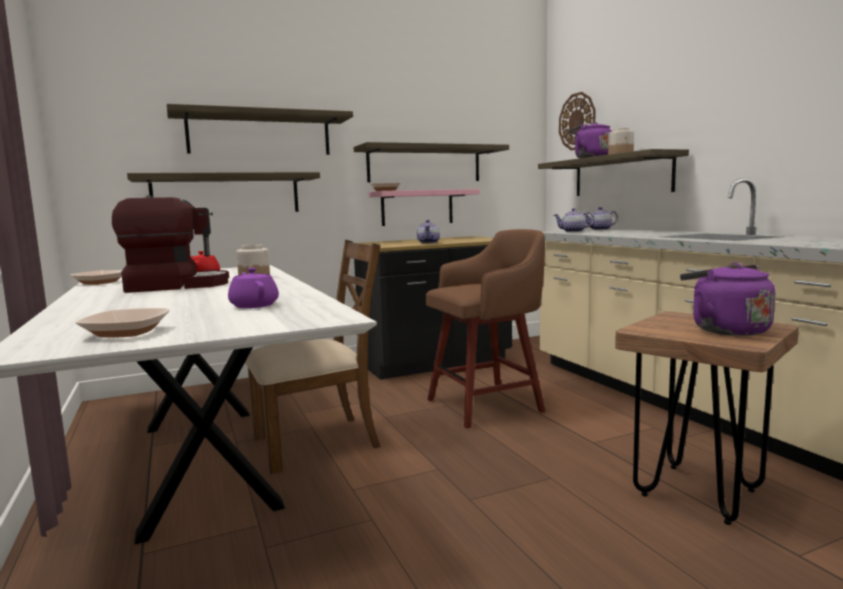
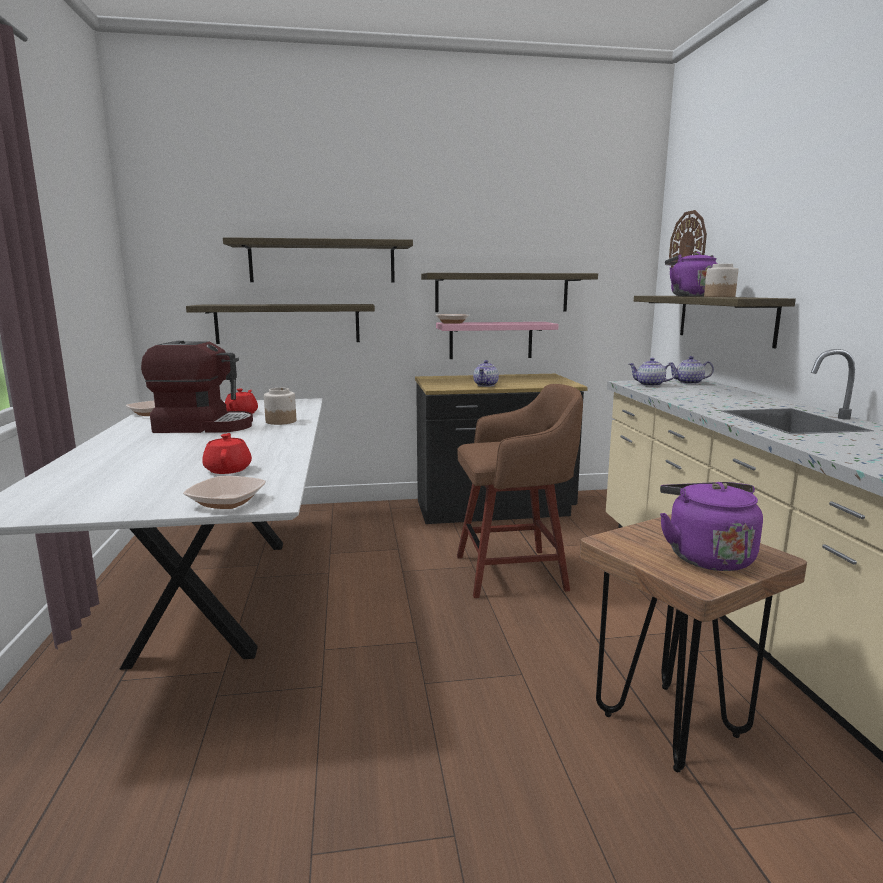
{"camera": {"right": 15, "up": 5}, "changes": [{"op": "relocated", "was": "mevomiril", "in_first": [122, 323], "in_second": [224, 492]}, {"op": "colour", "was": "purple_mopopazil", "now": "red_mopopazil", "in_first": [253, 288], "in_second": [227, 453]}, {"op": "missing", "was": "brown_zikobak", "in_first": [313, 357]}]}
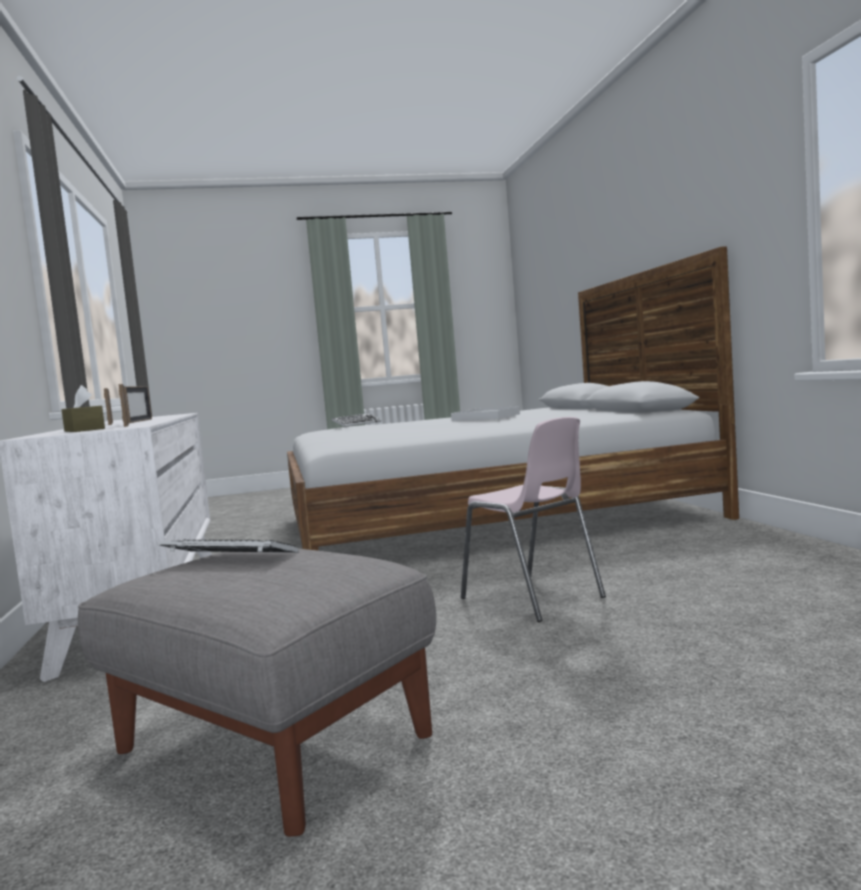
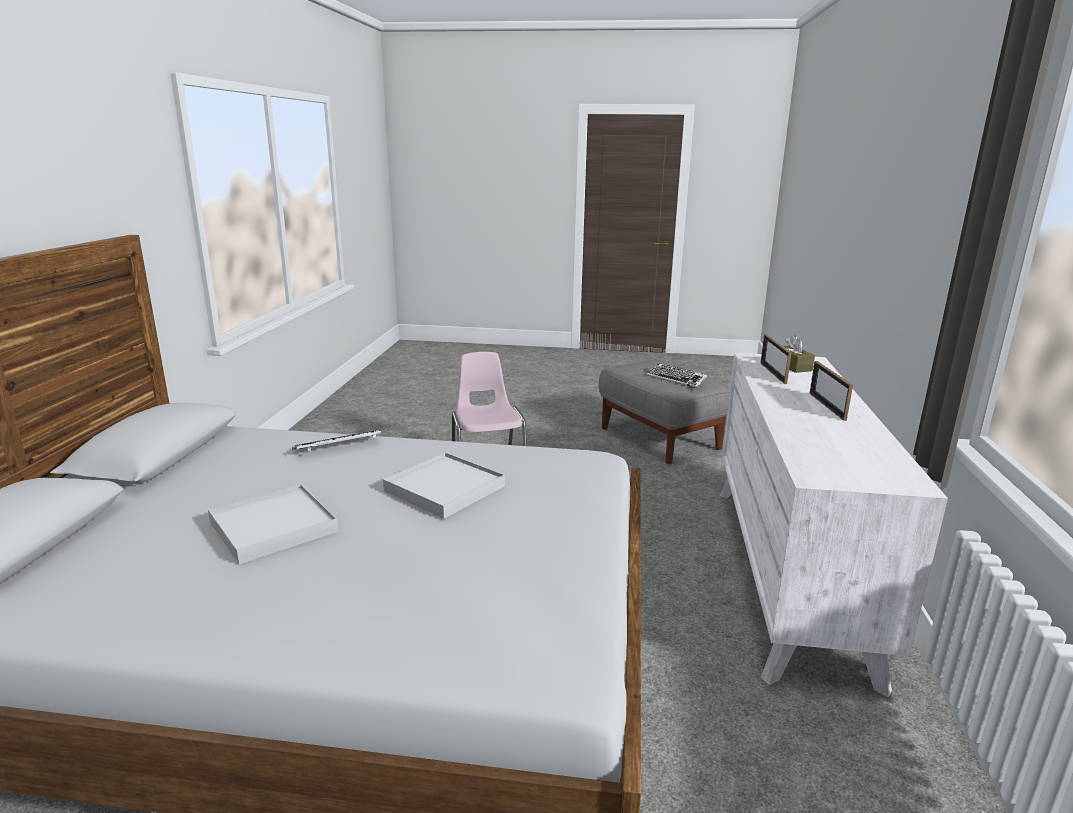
{"camera": {"right": -160, "up": 15}, "changes": [{"op": "relocated", "was": "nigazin", "in_first": [356, 420], "in_second": [337, 440]}, {"op": "appeared", "now": "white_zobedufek", "in_second": [444, 485]}, {"op": "missing", "was": "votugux", "in_first": [138, 404]}]}
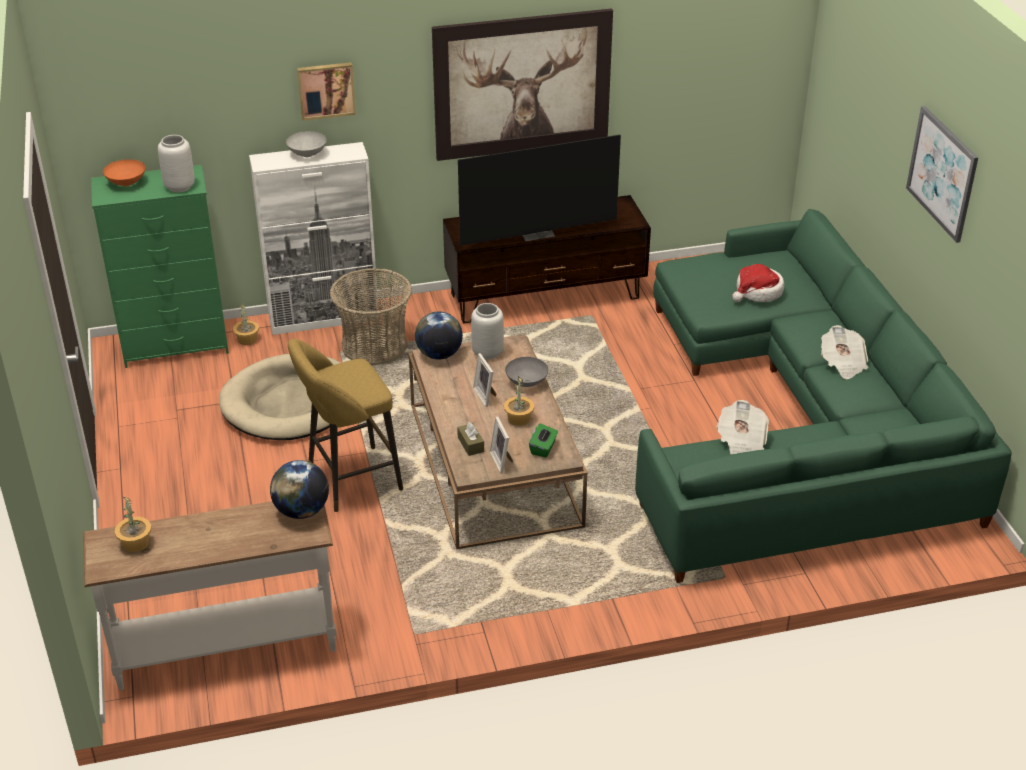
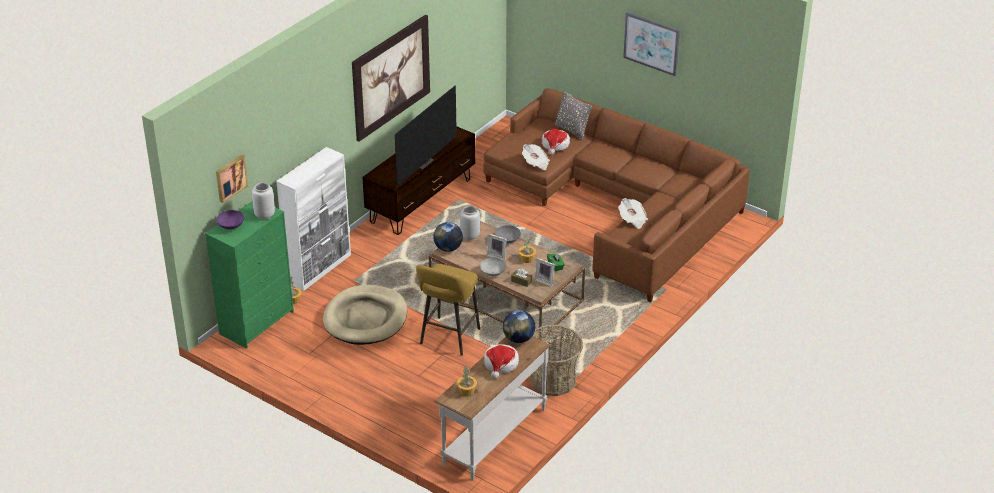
{"camera": {"right": -40, "up": 0}, "changes": [{"op": "relocated", "was": "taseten", "in_first": [326, 91], "in_second": [232, 179]}, {"op": "colour", "was": "orange_mevomiril", "now": "purple_mevomiril", "in_first": [124, 172], "in_second": [230, 220]}, {"op": "relocated", "was": "grey_mevomiril", "in_first": [306, 144], "in_second": [493, 267]}, {"op": "colour", "was": "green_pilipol", "now": "brown_pilipol", "in_first": [823, 396], "in_second": [616, 195]}, {"op": "appeared", "now": "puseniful", "in_second": [501, 361]}, {"op": "relocated", "was": "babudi", "in_first": [844, 352], "in_second": [536, 157]}, {"op": "relocated", "was": "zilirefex", "in_first": [371, 317], "in_second": [556, 360]}, {"op": "appeared", "now": "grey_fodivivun", "in_second": [573, 115]}]}
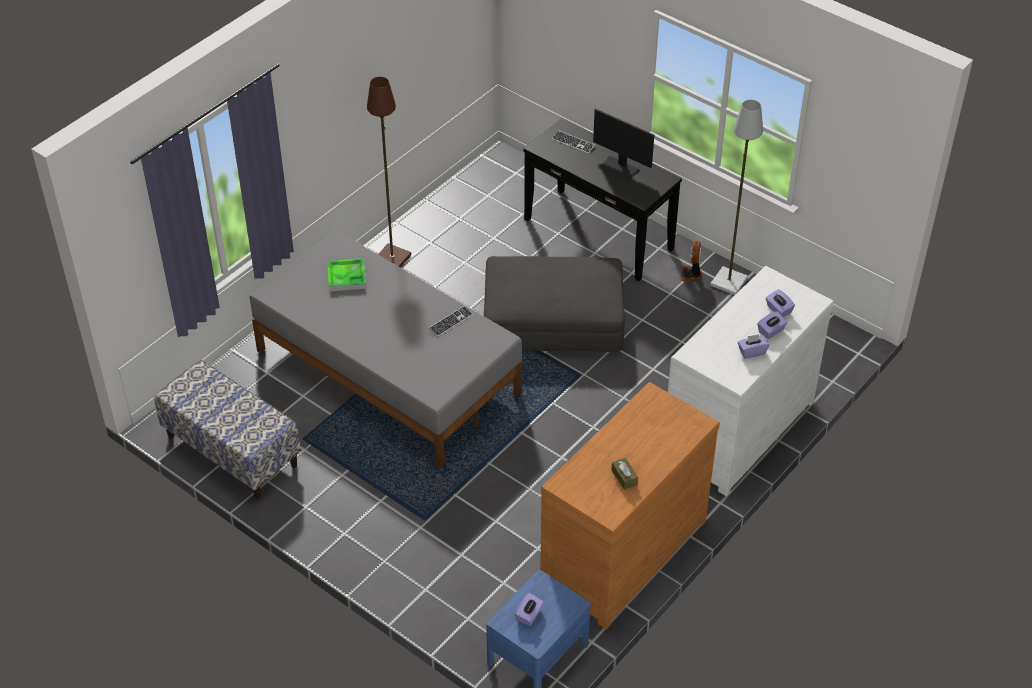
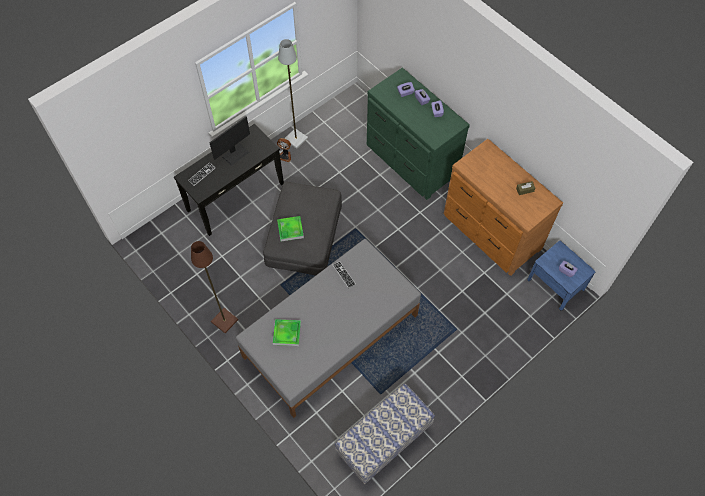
{"camera": {"right": -80, "up": 15}, "changes": [{"op": "appeared", "now": "zobedufek", "in_second": [290, 228]}, {"op": "colour", "was": "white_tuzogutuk", "now": "green_tuzogutuk", "in_first": [751, 381], "in_second": [418, 134]}]}
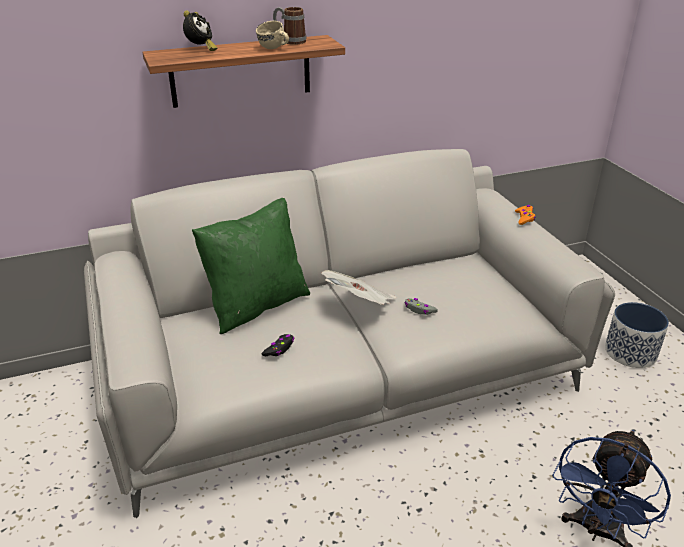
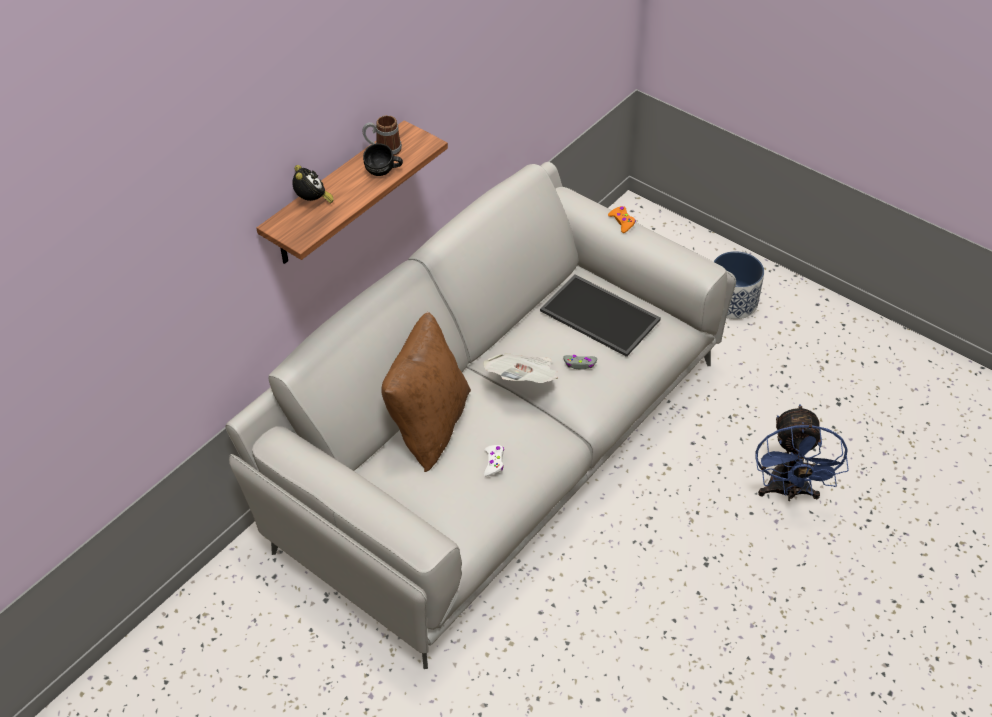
{"camera": {"right": -30, "up": 15}, "changes": [{"op": "colour", "was": "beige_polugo", "now": "black_polugo", "in_first": [272, 35], "in_second": [383, 159]}, {"op": "colour", "was": "green_fodivivun", "now": "brown_fodivivun", "in_first": [251, 266], "in_second": [426, 392]}, {"op": "colour", "was": "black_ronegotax", "now": "white_ronegotax", "in_first": [278, 345], "in_second": [494, 461]}, {"op": "appeared", "now": "zobedufek", "in_second": [600, 316]}]}
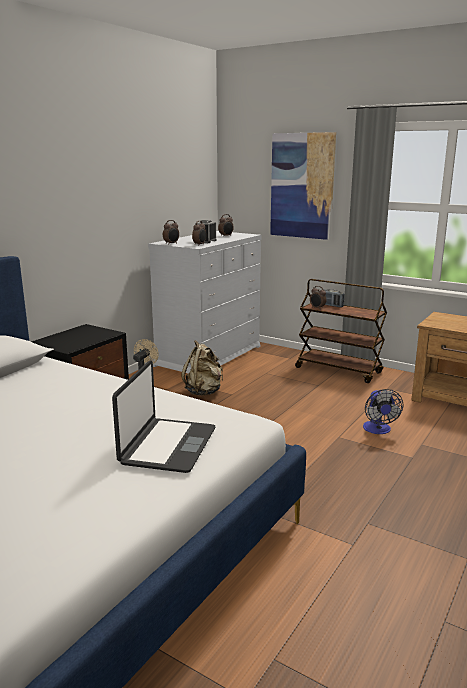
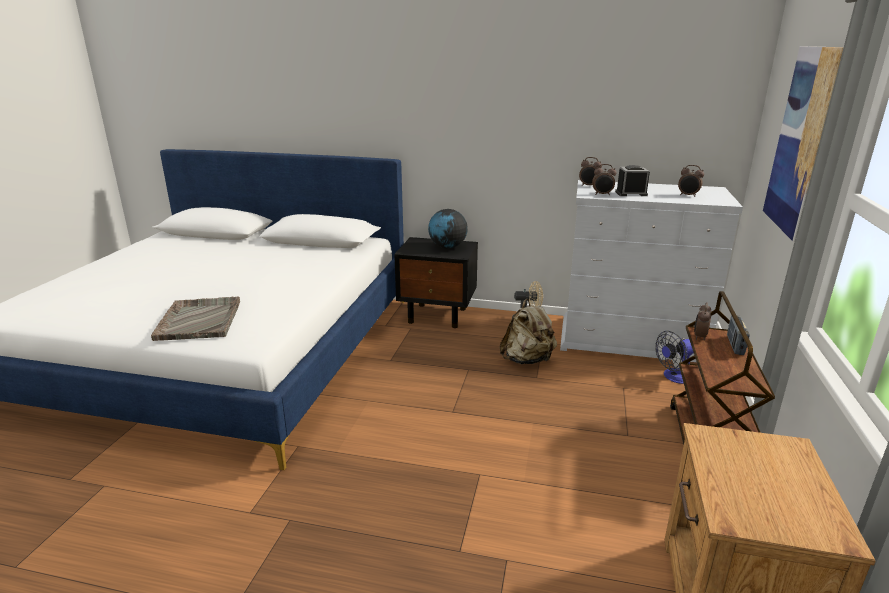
{"camera": {"right": 70, "up": 5}, "changes": [{"op": "exchanged", "was": "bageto", "now": "grey_zobedufek", "in_first": [163, 417], "in_second": [195, 319]}, {"op": "appeared", "now": "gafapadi", "in_second": [448, 229]}, {"op": "relocated", "was": "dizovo", "in_first": [383, 411], "in_second": [674, 357]}]}
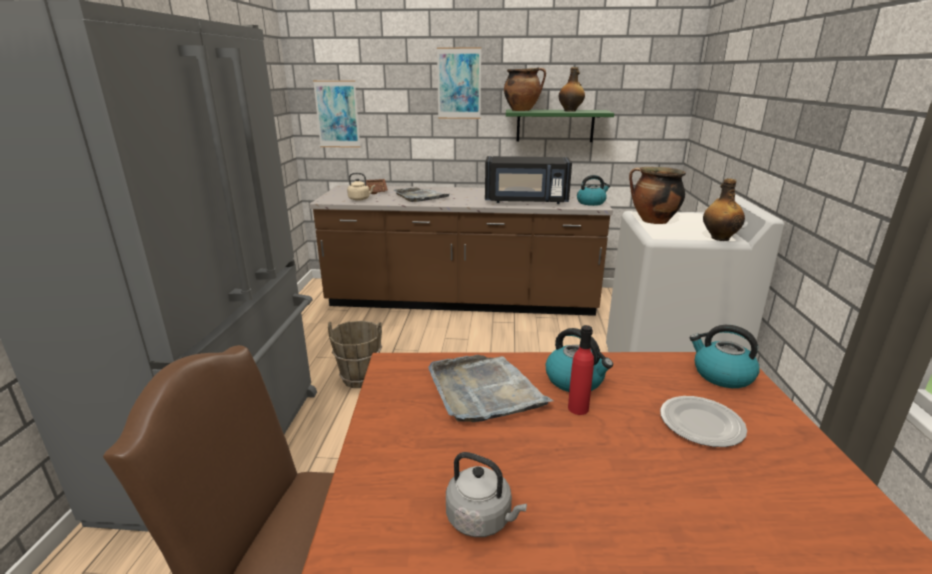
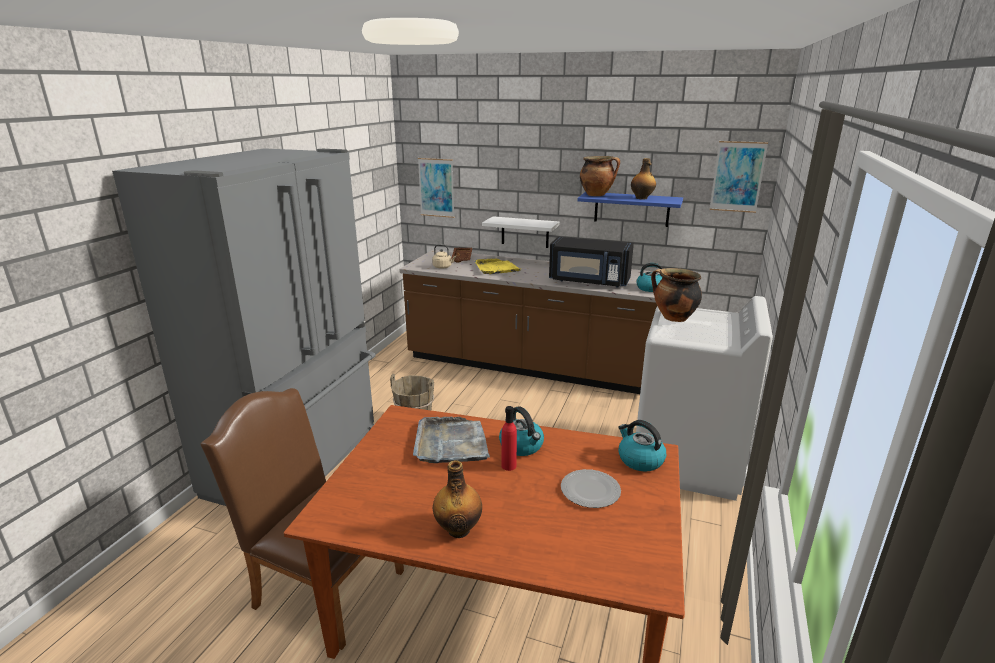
{"camera": {"right": 15, "up": 0}, "changes": [{"op": "relocated", "was": "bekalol", "in_first": [724, 210], "in_second": [457, 499]}, {"op": "colour", "was": "grey_zobedufek", "now": "yellow_zobedufek", "in_first": [421, 194], "in_second": [497, 266]}, {"op": "appeared", "now": "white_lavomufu", "in_second": [520, 232]}, {"op": "colour", "was": "green_lavomufu", "now": "blue_lavomufu", "in_first": [560, 125], "in_second": [630, 209]}, {"op": "relocated", "was": "taseten", "in_first": [459, 83], "in_second": [738, 177]}, {"op": "missing", "was": "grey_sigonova", "in_first": [486, 494]}]}
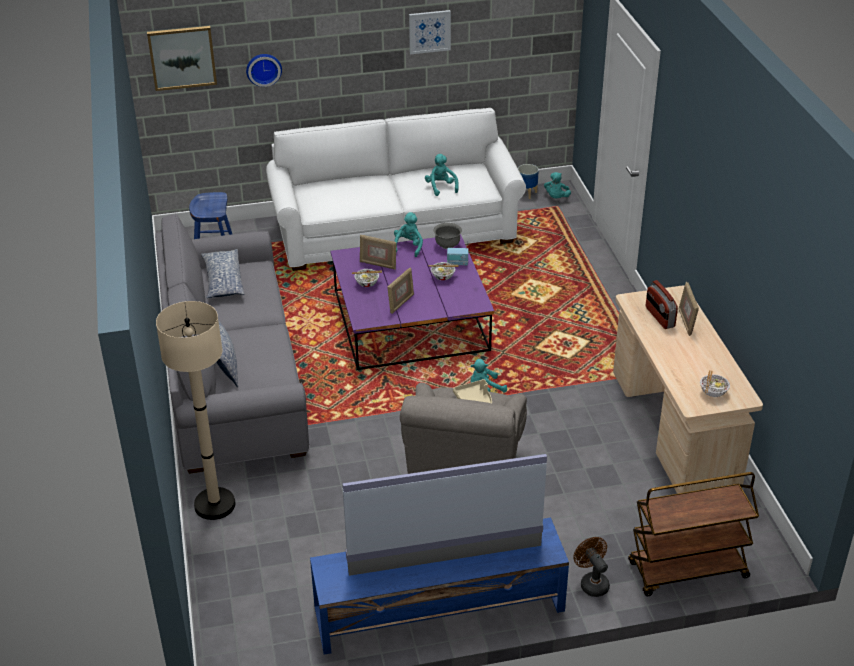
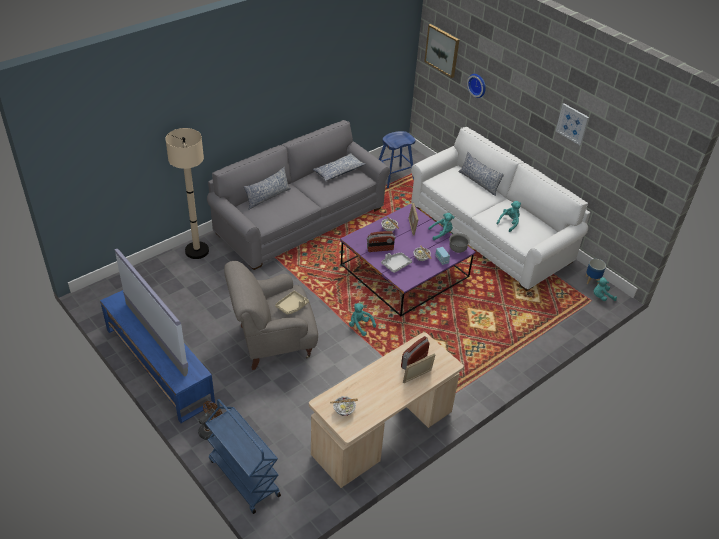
{"camera": {"right": 60, "up": 5}, "changes": [{"op": "colour", "was": "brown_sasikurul", "now": "blue_sasikurul", "in_first": [693, 534], "in_second": [243, 456]}, {"op": "exchanged", "was": "votugux", "now": "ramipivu", "in_first": [400, 291], "in_second": [381, 241]}, {"op": "appeared", "now": "grey_zobedufek", "in_second": [396, 263]}, {"op": "appeared", "now": "fodivivun", "in_second": [481, 174]}]}
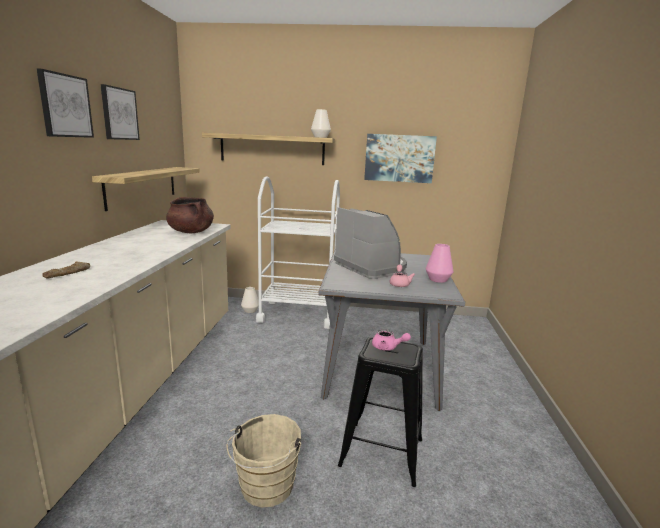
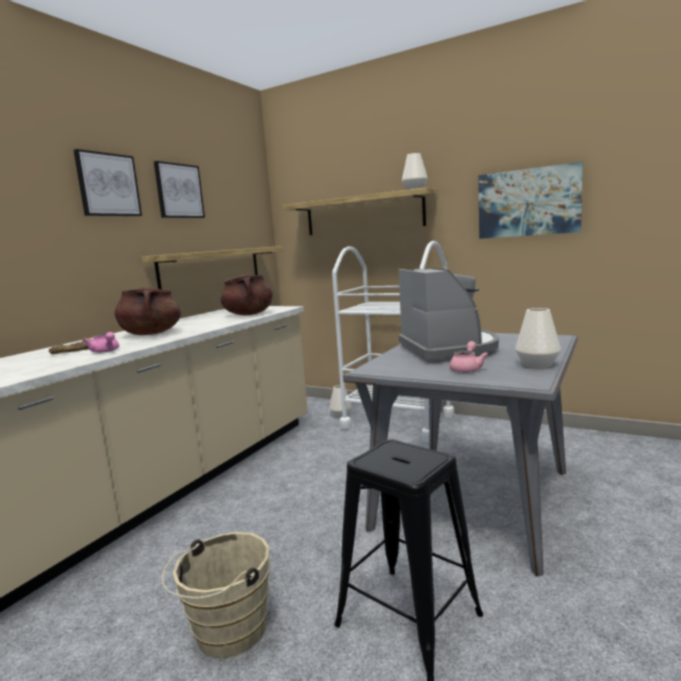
{"camera": {"right": 25, "up": -5}, "changes": [{"op": "relocated", "was": "pink_mopopazil", "in_first": [391, 340], "in_second": [101, 342]}, {"op": "appeared", "now": "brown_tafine", "in_second": [147, 311]}, {"op": "colour", "was": "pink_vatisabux", "now": "white_vatisabux", "in_first": [440, 263], "in_second": [538, 338]}]}
